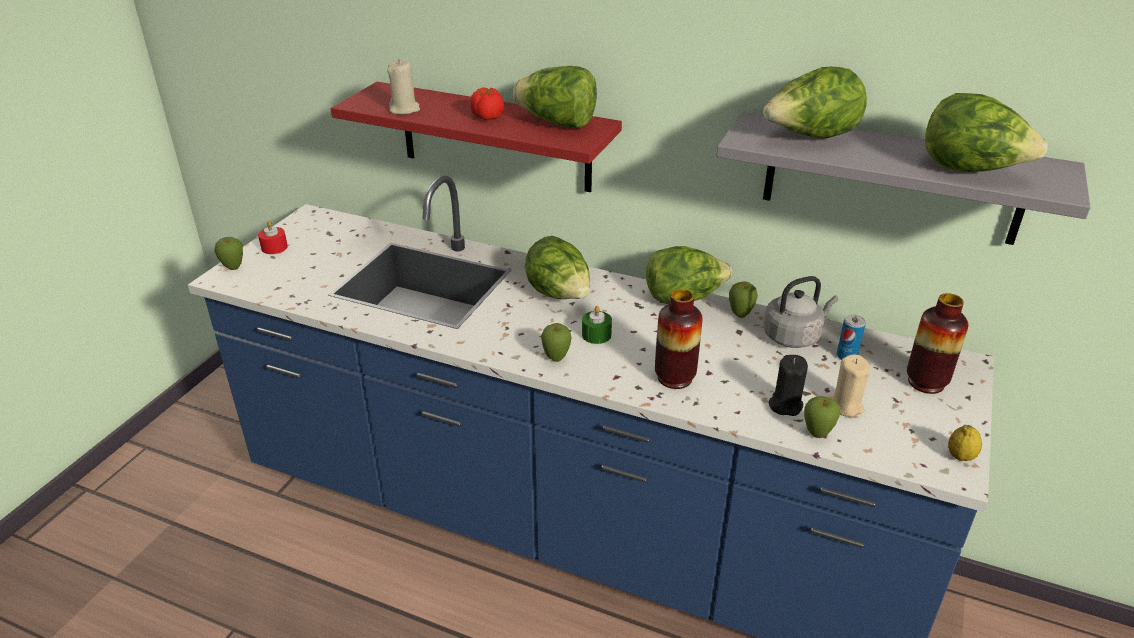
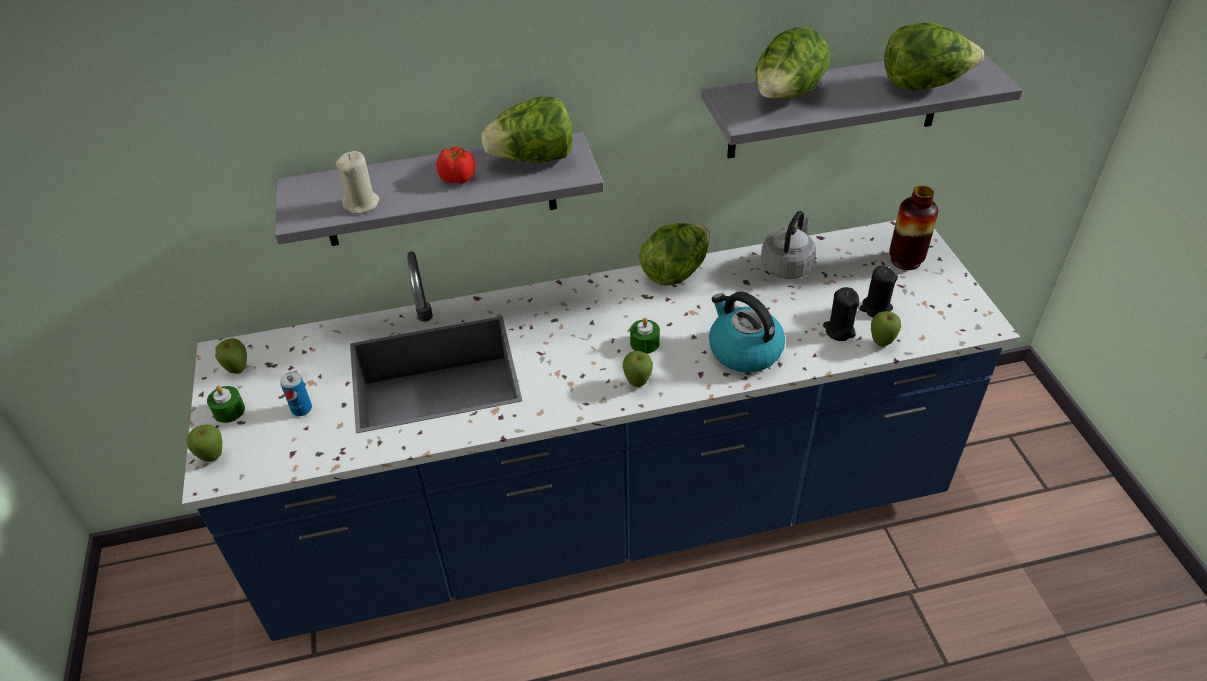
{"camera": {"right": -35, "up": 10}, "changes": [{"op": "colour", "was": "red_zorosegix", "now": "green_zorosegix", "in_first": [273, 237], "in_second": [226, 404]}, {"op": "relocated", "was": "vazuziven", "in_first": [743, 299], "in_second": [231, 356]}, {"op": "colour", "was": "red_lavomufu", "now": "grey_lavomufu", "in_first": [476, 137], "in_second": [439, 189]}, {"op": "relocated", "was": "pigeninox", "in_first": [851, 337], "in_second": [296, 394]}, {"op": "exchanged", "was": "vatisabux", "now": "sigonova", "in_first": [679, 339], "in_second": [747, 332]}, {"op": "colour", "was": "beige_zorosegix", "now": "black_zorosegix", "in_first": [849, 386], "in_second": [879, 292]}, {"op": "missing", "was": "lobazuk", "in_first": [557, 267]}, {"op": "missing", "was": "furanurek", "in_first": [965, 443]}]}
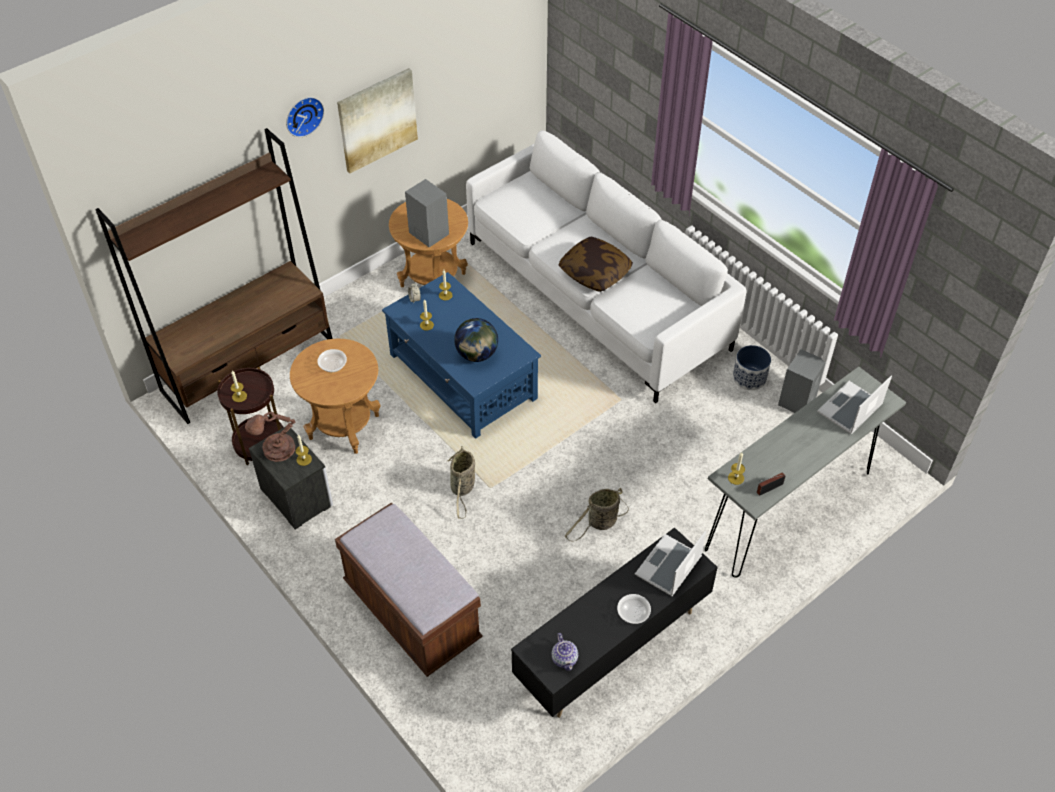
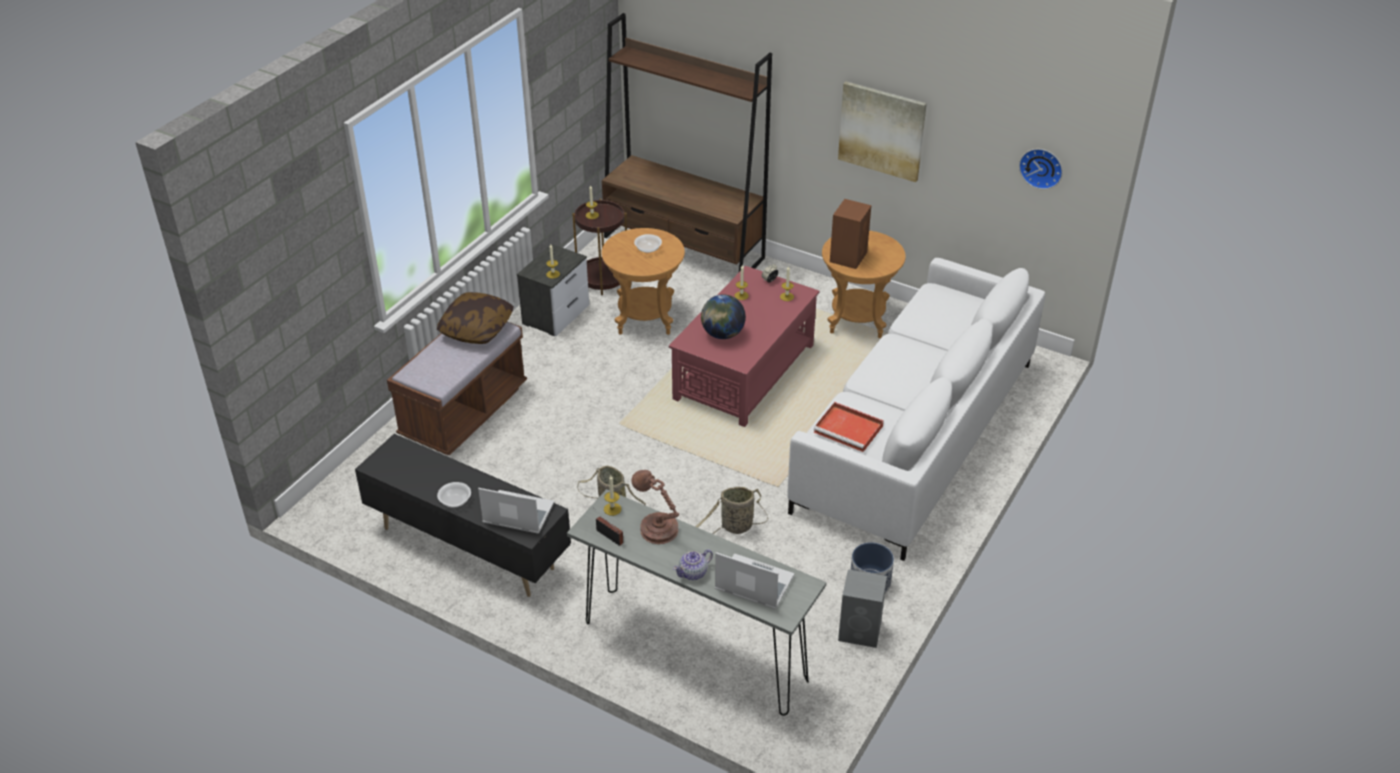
{"camera": {"right": 70, "up": -10}, "changes": [{"op": "relocated", "was": "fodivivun", "in_first": [596, 264], "in_second": [475, 318]}, {"op": "relocated", "was": "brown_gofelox", "in_first": [270, 437], "in_second": [655, 507]}, {"op": "colour", "was": "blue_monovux", "now": "red_monovux", "in_first": [461, 355], "in_second": [744, 346]}, {"op": "relocated", "was": "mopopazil", "in_first": [565, 652], "in_second": [693, 564]}, {"op": "relocated", "was": "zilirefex", "in_first": [461, 482], "in_second": [731, 510]}, {"op": "appeared", "now": "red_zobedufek", "in_second": [849, 427]}, {"op": "colour", "was": "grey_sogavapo", "now": "brown_sogavapo", "in_first": [427, 213], "in_second": [850, 234]}, {"op": "relocated", "was": "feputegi", "in_first": [305, 117], "in_second": [1041, 169]}]}
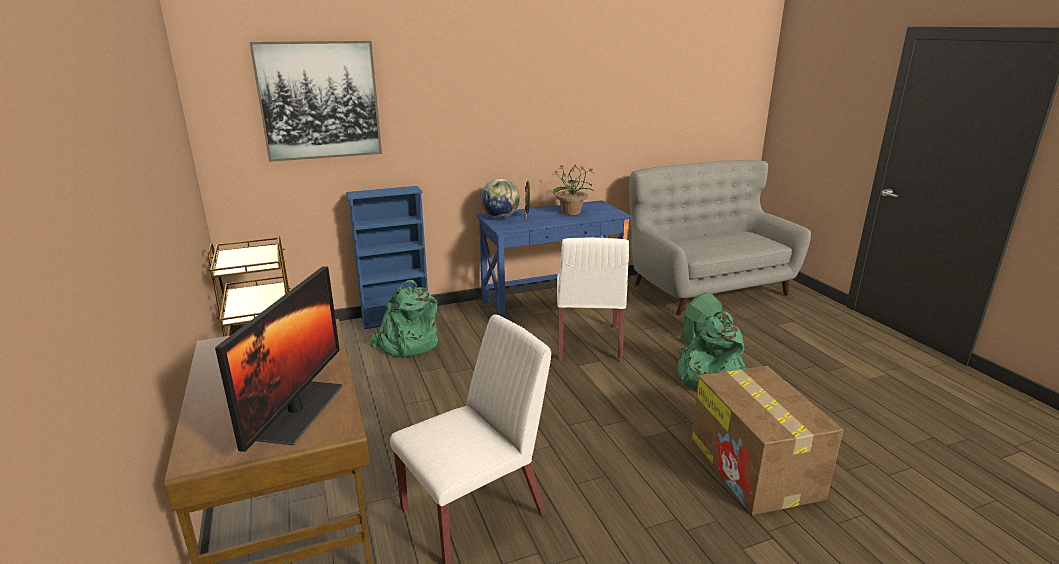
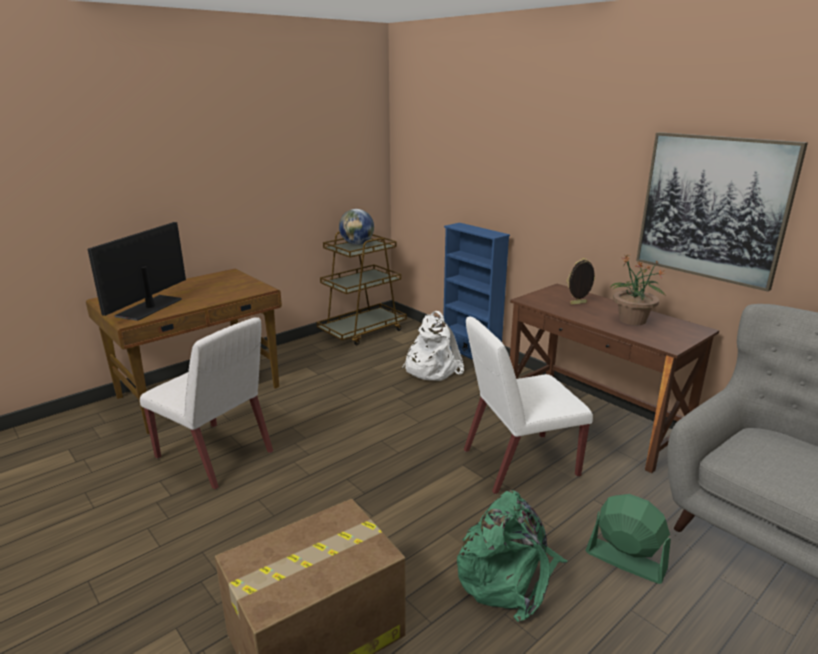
{"camera": {"right": 70, "up": 0}, "changes": [{"op": "spun", "was": "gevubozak", "in_first": [278, 359], "in_second": [137, 271], "clockwise": 120}, {"op": "relocated", "was": "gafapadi", "in_first": [500, 199], "in_second": [356, 227]}, {"op": "colour", "was": "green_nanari", "now": "white_nanari", "in_first": [404, 319], "in_second": [433, 346]}, {"op": "colour", "was": "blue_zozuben", "now": "brown_zozuben", "in_first": [554, 259], "in_second": [614, 378]}, {"op": "relocated", "was": "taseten", "in_first": [315, 101], "in_second": [722, 212]}]}
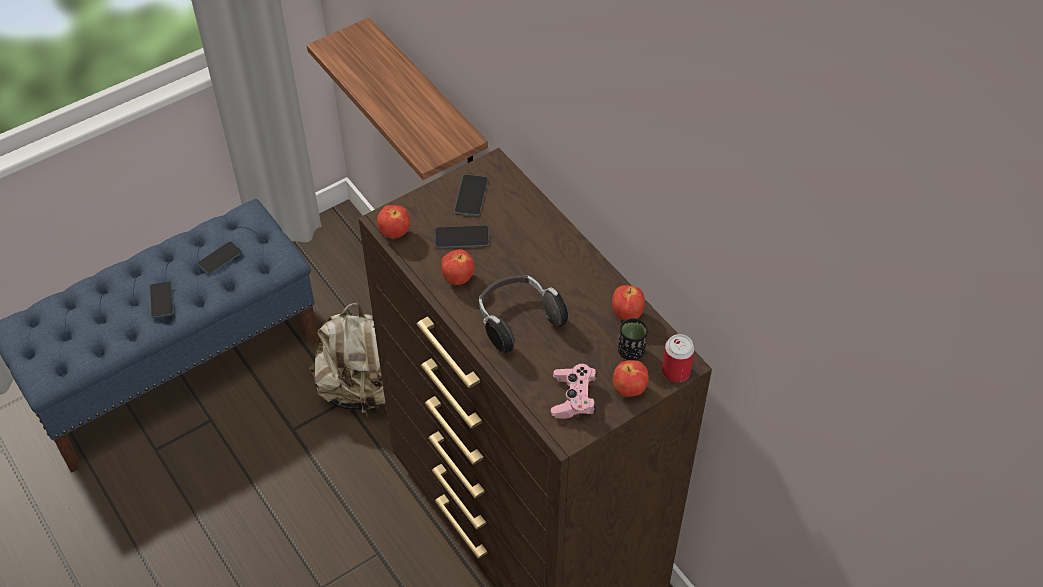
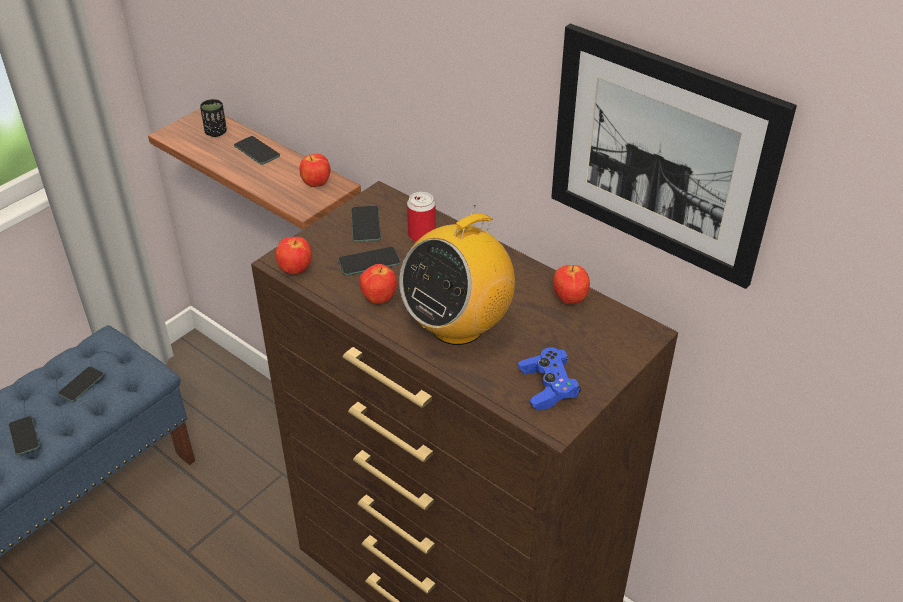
{"camera": {"right": -15, "up": -10}, "changes": [{"op": "relocated", "was": "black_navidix", "in_first": [633, 339], "in_second": [213, 118]}, {"op": "appeared", "now": "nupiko", "in_second": [257, 150]}, {"op": "relocated", "was": "vazuziven", "in_first": [631, 378], "in_second": [315, 170]}, {"op": "exchanged", "was": "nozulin", "now": "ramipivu", "in_first": [523, 314], "in_second": [457, 275]}, {"op": "relocated", "was": "pigeninox", "in_first": [678, 358], "in_second": [421, 217]}, {"op": "colour", "was": "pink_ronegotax", "now": "blue_ronegotax", "in_first": [574, 391], "in_second": [549, 379]}, {"op": "appeared", "now": "taseten", "in_second": [674, 156]}, {"op": "missing", "was": "beige_nanari", "in_first": [347, 360]}]}
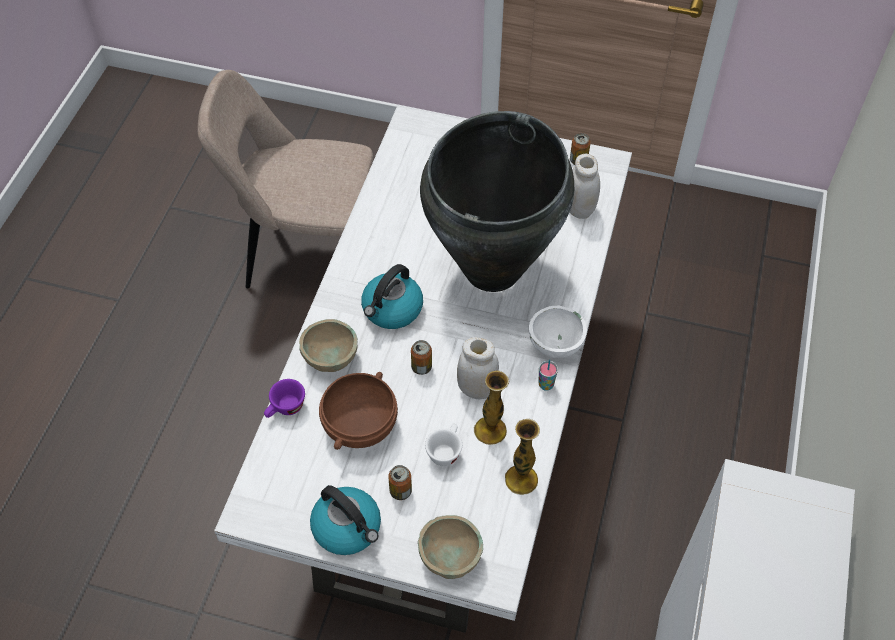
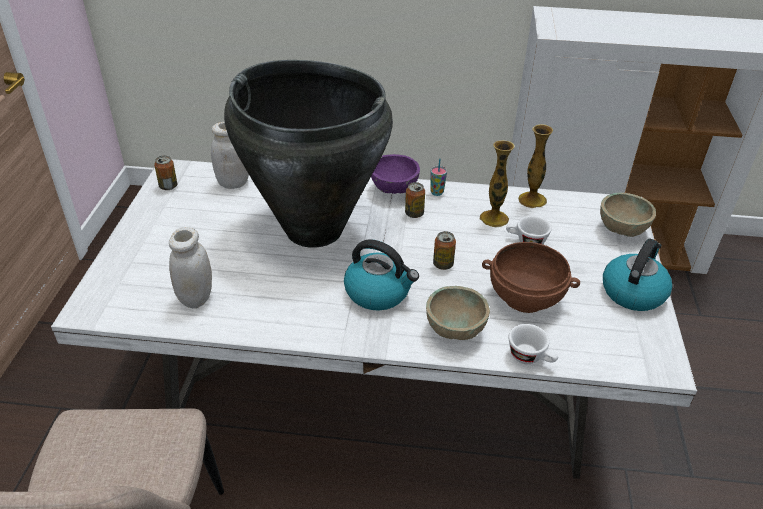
{"camera": {"right": -100, "up": -15}, "changes": [{"op": "relocated", "was": "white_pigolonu", "in_first": [478, 368], "in_second": [190, 267]}, {"op": "colour", "was": "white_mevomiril", "now": "purple_mevomiril", "in_first": [558, 332], "in_second": [395, 174]}, {"op": "relocated", "was": "pigeninox", "in_first": [400, 482], "in_second": [415, 200]}, {"op": "colour", "was": "purple_navidix", "now": "white_navidix", "in_first": [284, 398], "in_second": [533, 344]}]}
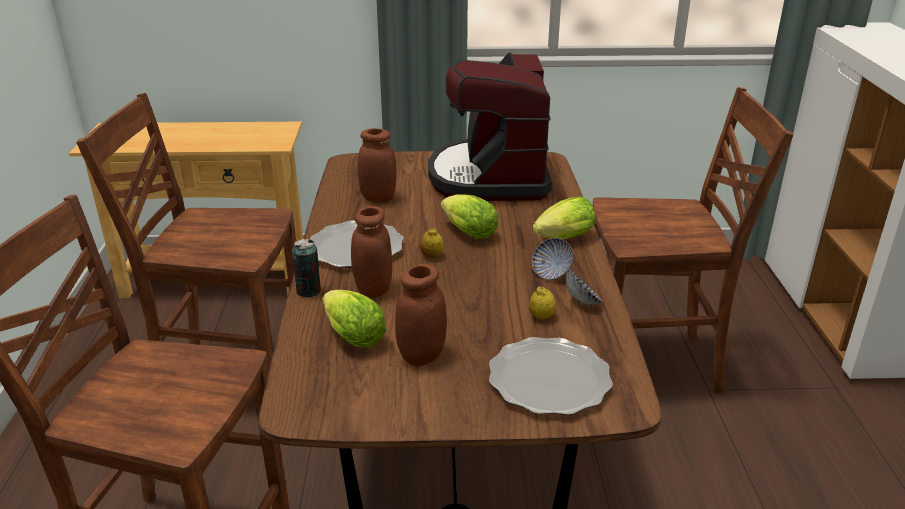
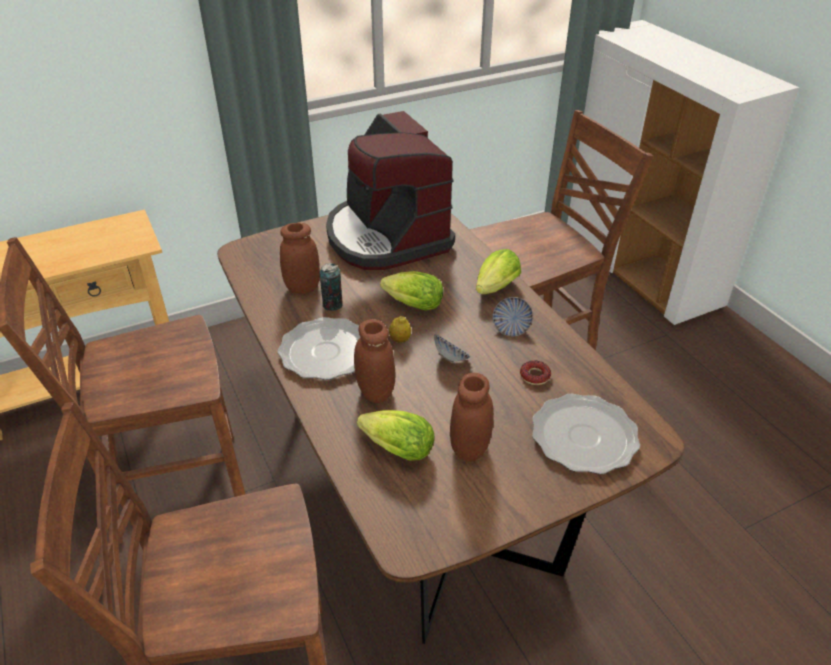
{"camera": {"right": -25, "up": 10}, "changes": [{"op": "relocated", "was": "pigeninox", "in_first": [306, 268], "in_second": [331, 287]}, {"op": "relocated", "was": "mevomiril", "in_first": [584, 286], "in_second": [452, 349]}, {"op": "exchanged", "was": "furanurek", "now": "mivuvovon", "in_first": [542, 303], "in_second": [535, 372]}]}
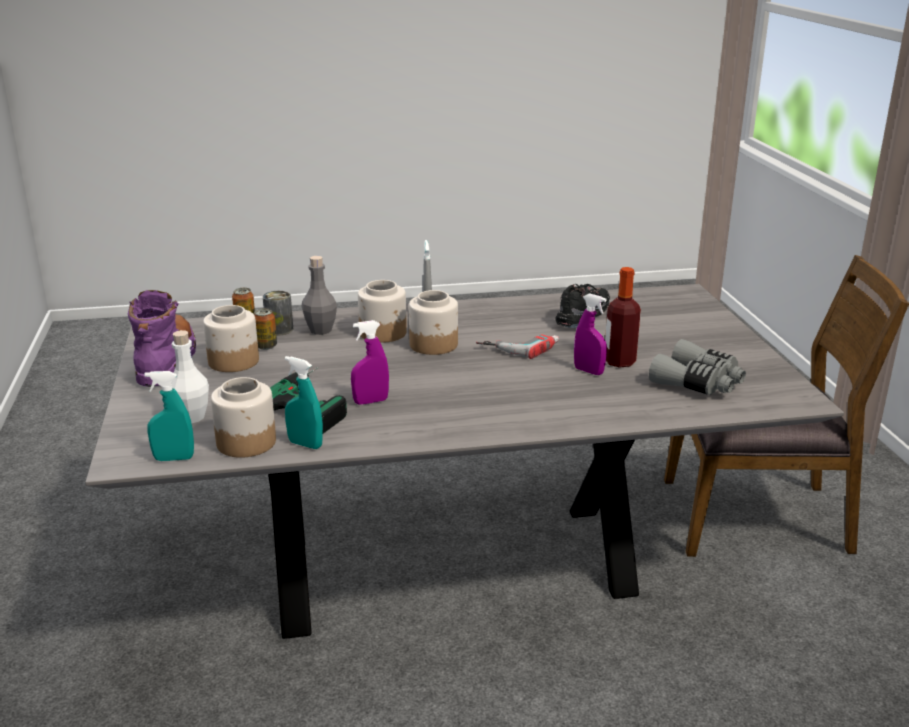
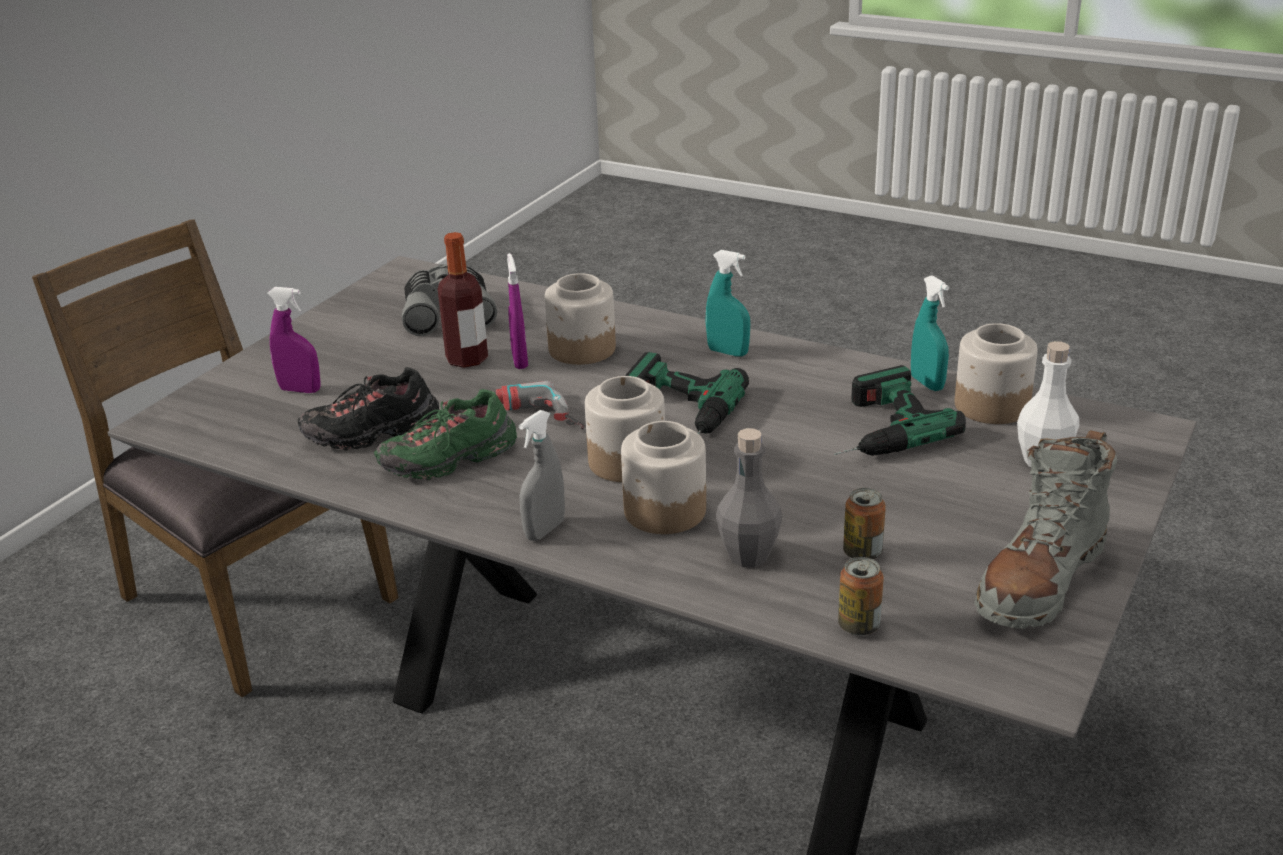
{"camera": {"right": -140, "up": 5}, "changes": [{"op": "relocated", "was": "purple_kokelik", "in_first": [370, 362], "in_second": [293, 340]}, {"op": "appeared", "now": "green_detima", "in_second": [445, 434]}, {"op": "relocated", "was": "pigolonu", "in_first": [231, 338], "in_second": [580, 319]}, {"op": "appeared", "now": "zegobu", "in_second": [687, 393]}, {"op": "relocated", "was": "turquoise_kokelik", "in_first": [169, 416], "in_second": [727, 303]}, {"op": "colour", "was": "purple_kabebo", "now": "grey_kabebo", "in_first": [162, 338], "in_second": [1046, 529]}, {"op": "missing", "was": "pigeninox", "in_first": [278, 313]}]}
